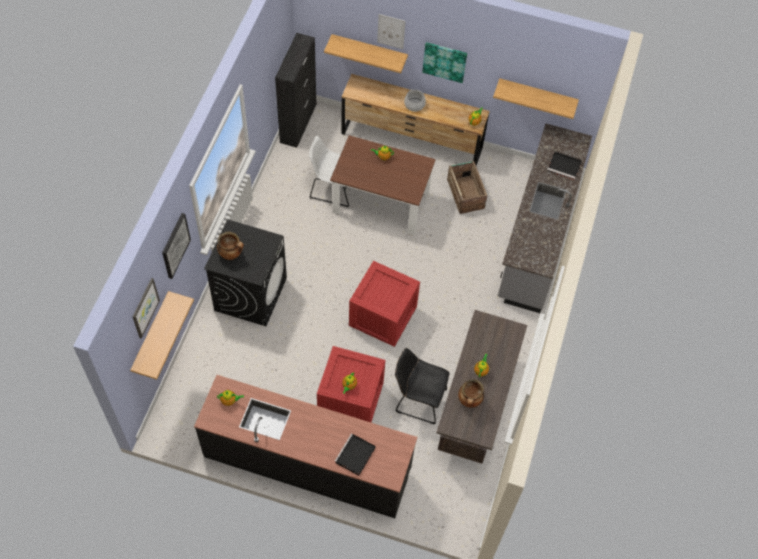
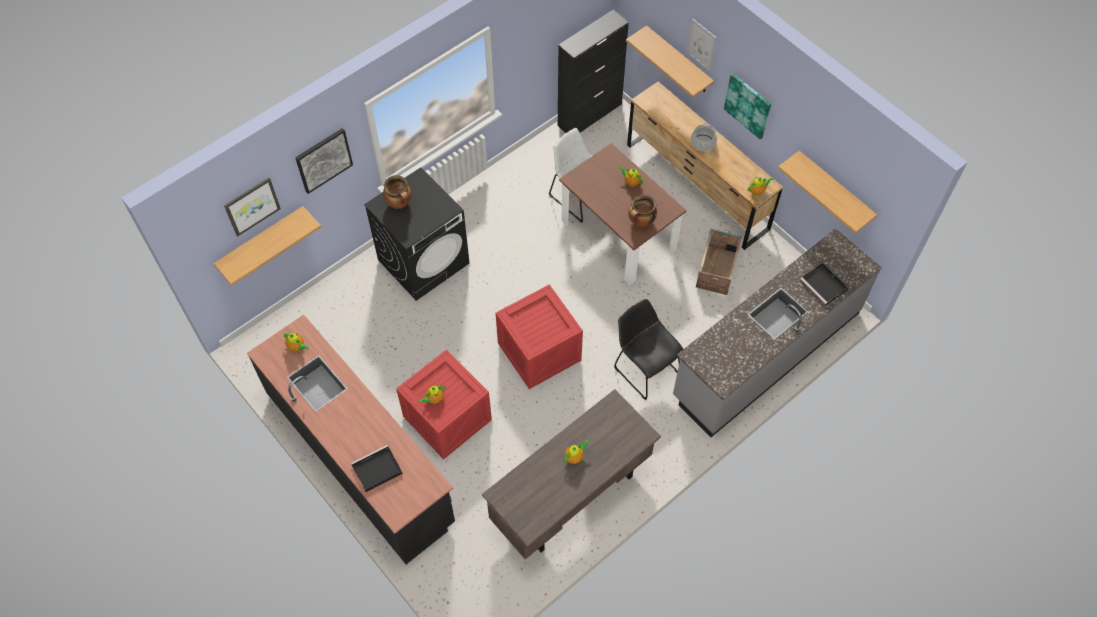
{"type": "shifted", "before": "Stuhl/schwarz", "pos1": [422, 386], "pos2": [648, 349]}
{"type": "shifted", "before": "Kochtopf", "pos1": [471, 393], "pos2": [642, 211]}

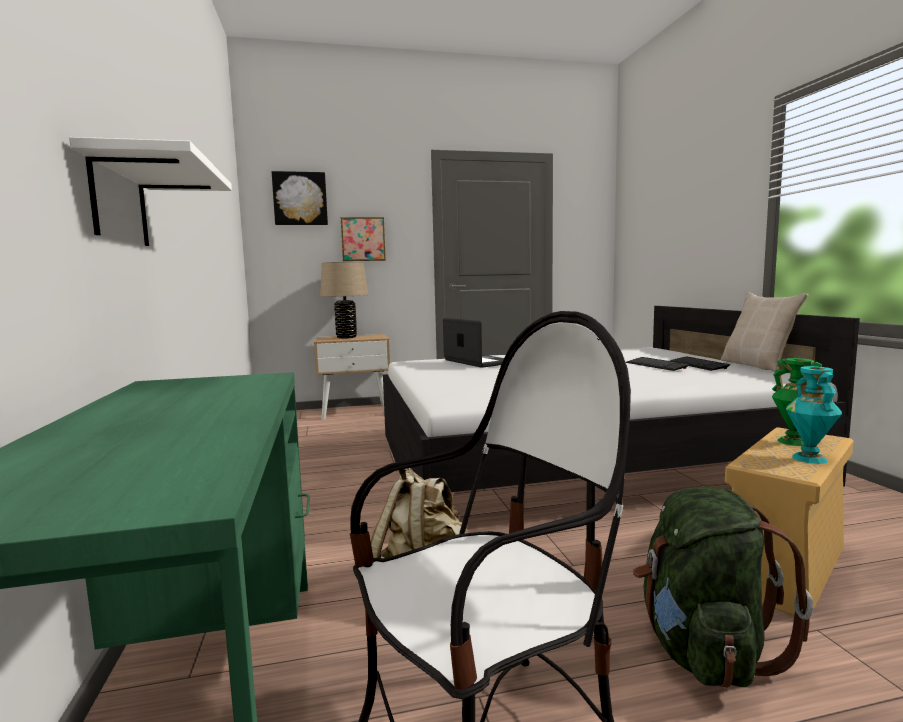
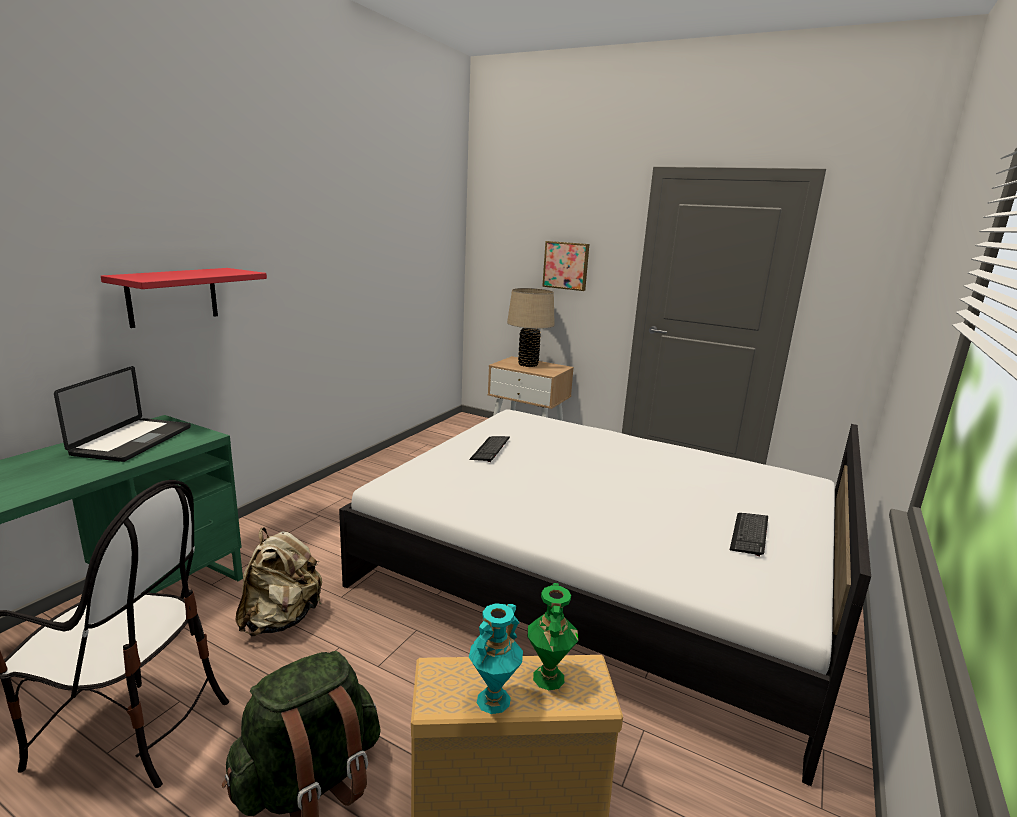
{"type": "gone", "before": "Bild", "pos1": [300, 198]}
{"type": "gone", "before": "Kissen/beige", "pos1": [764, 332]}
{"type": "shifted", "before": "Laptop", "pos1": [473, 343], "pos2": [122, 414]}
{"type": "shifted", "before": "Tastatur", "pos1": [658, 364], "pos2": [489, 449]}
{"type": "repainted", "before": "Wandregal/weiß", "after": "Wandregal/rot", "pos1": [150, 191], "pos2": [184, 298]}

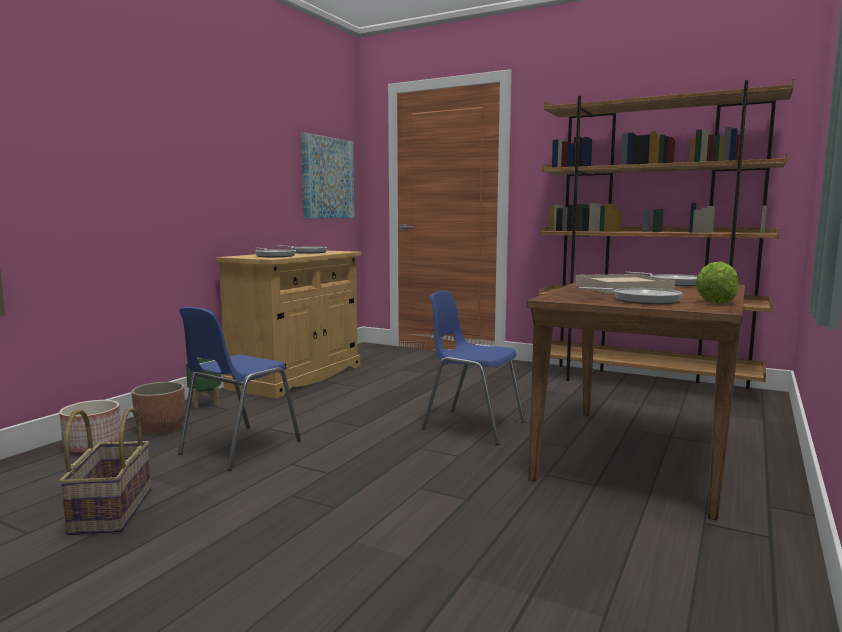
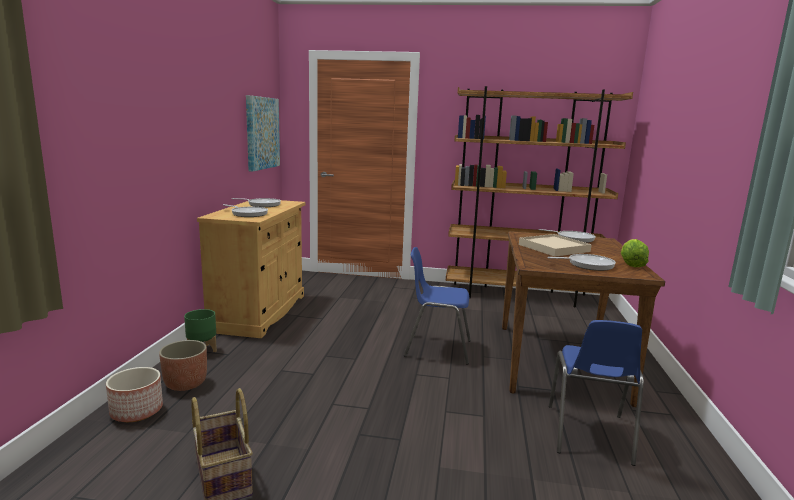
{"type": "shifted", "before": "Stuhl/blau", "pos1": [239, 389], "pos2": [596, 393]}

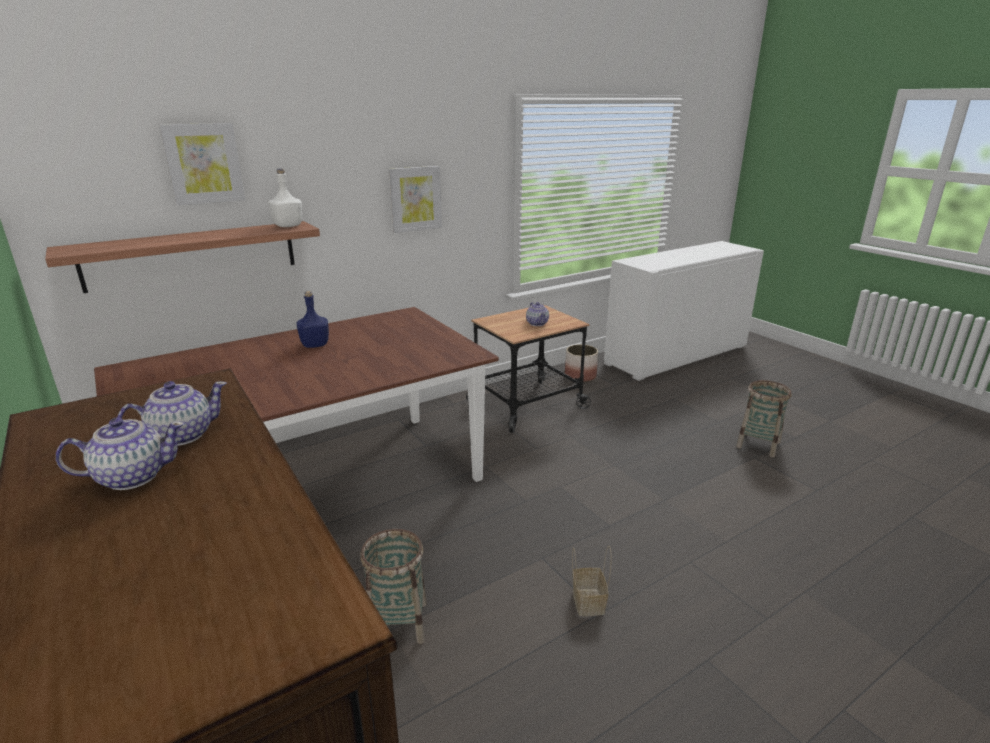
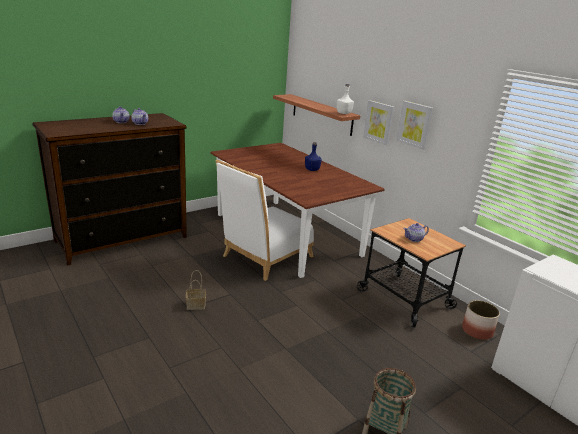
{"type": "gone", "before": "Korb", "pos1": [394, 586]}
{"type": "new", "after": "Stuhl/weiß", "pos2": [265, 220]}
{"type": "shifted", "before": "Bild", "pos1": [202, 164], "pos2": [379, 123]}

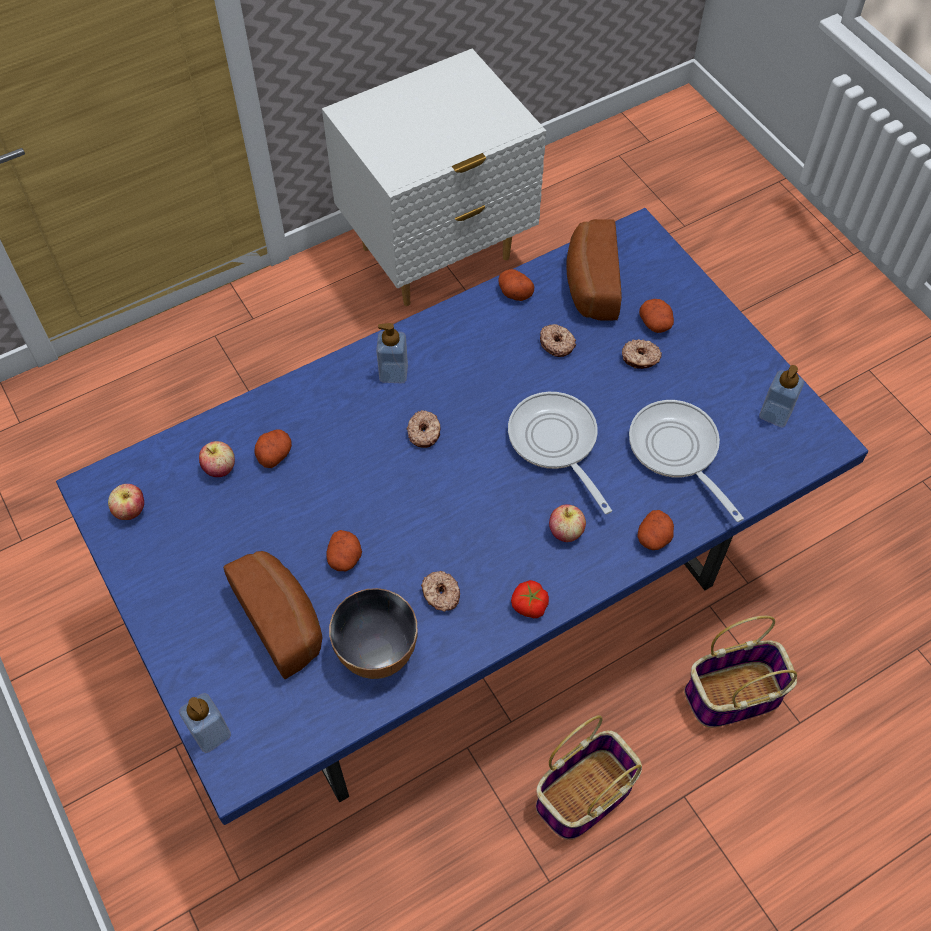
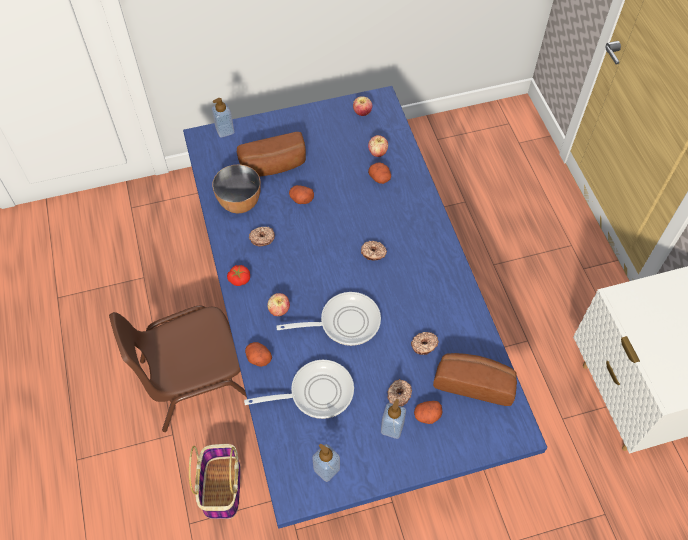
{"type": "gone", "before": "Kartoffel", "pos1": [516, 285]}
{"type": "shifted", "before": "Seifenspender", "pos1": [392, 353], "pos2": [393, 419]}
{"type": "swapped", "before": "Korb", "after": "Stuhl/braun", "pos1": [589, 777], "pos2": [178, 369]}

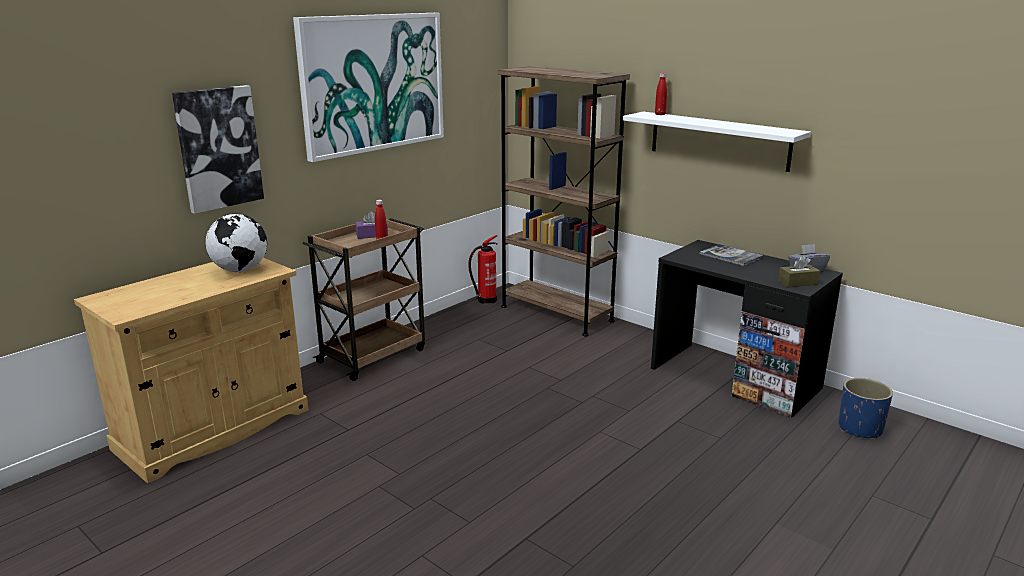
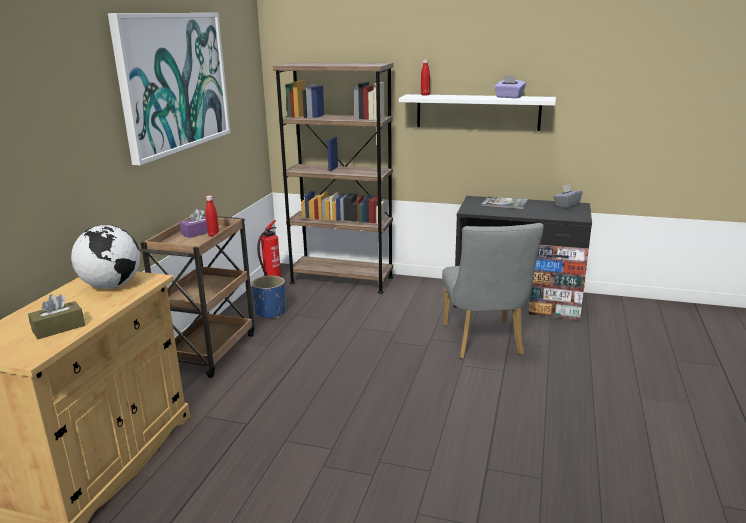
{"type": "gone", "before": "Bild", "pos1": [218, 149]}
{"type": "new", "after": "Stuhl/grau", "pos2": [493, 291]}
{"type": "new", "after": "Taschentuchbox/lila", "pos2": [510, 86]}
{"type": "shifted", "before": "Taschentuchbox/braun", "pos1": [799, 272], "pos2": [56, 316]}
{"type": "shifted", "before": "Pflanzkübel/blau", "pos1": [865, 409], "pos2": [268, 297]}

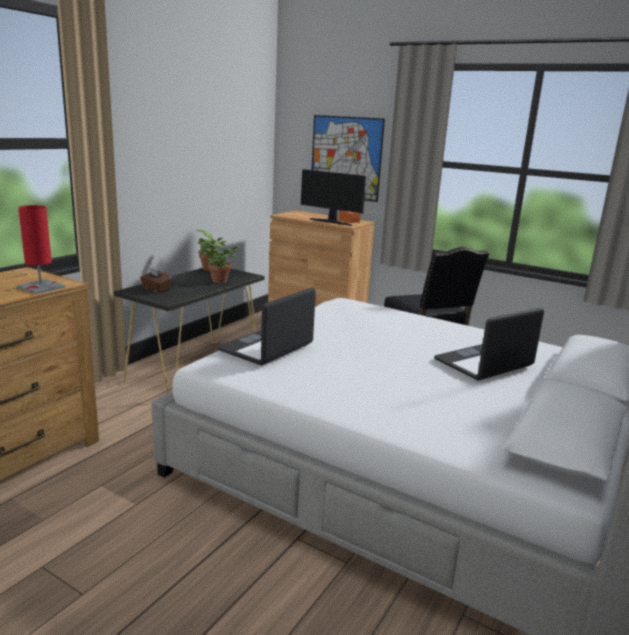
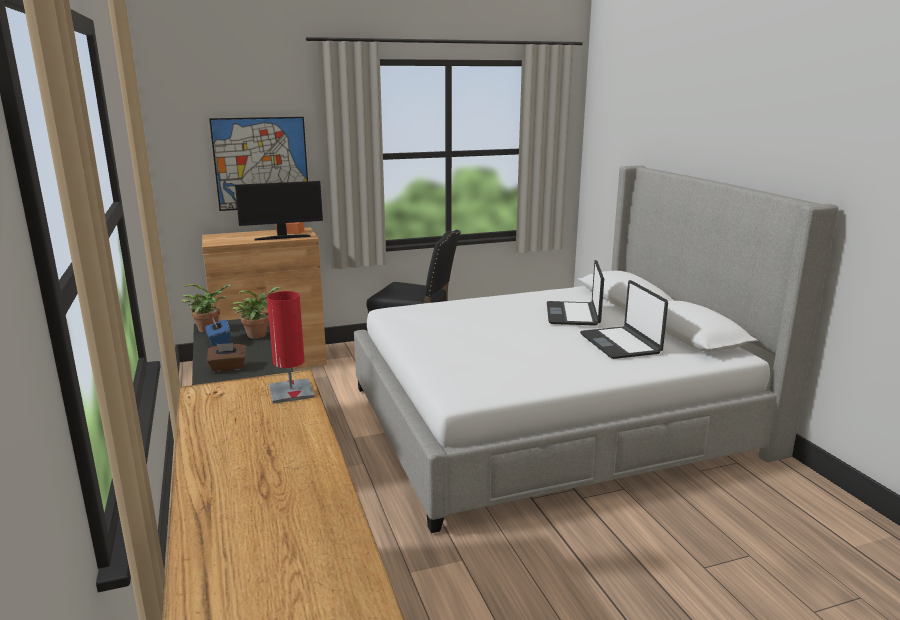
{"type": "new", "after": "Taschentuchbox/blau", "pos2": [218, 331]}
{"type": "shifted", "before": "Laptop", "pos1": [267, 326], "pos2": [624, 319]}

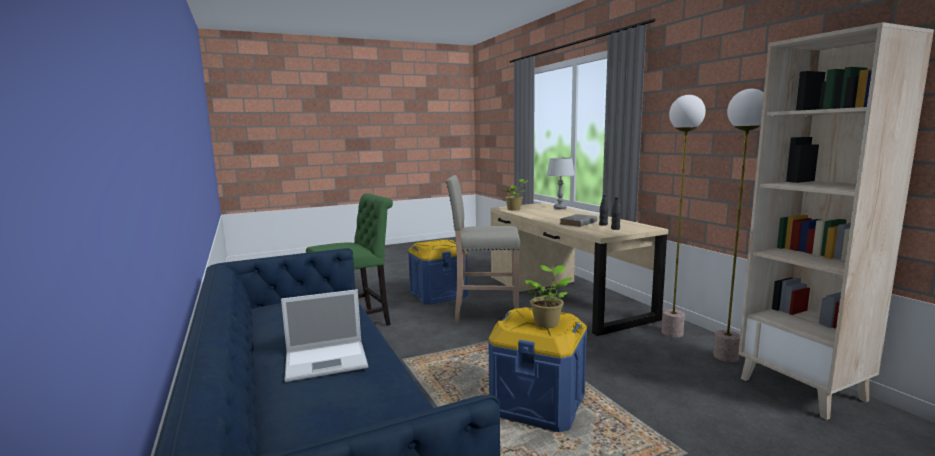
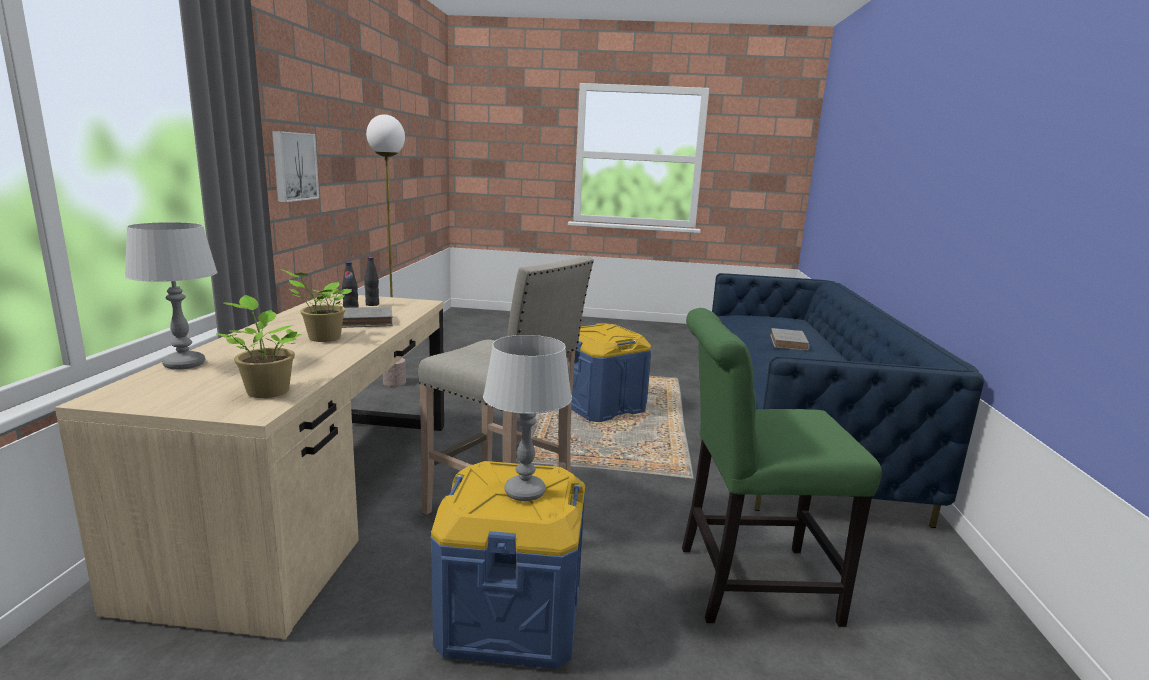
{"type": "gone", "before": "Stehlampe", "pos1": [684, 216]}
{"type": "gone", "before": "Bücherregal/beige", "pos1": [836, 221]}
{"type": "new", "after": "Bild", "pos2": [295, 166]}
{"type": "new", "after": "Tischlampe/grau", "pos2": [527, 418]}
{"type": "shifted", "before": "Topfpflanze", "pos1": [547, 296], "pos2": [316, 305]}
{"type": "swapped", "before": "Laptop", "after": "Buch/grau", "pos1": [324, 335], "pos2": [790, 339]}

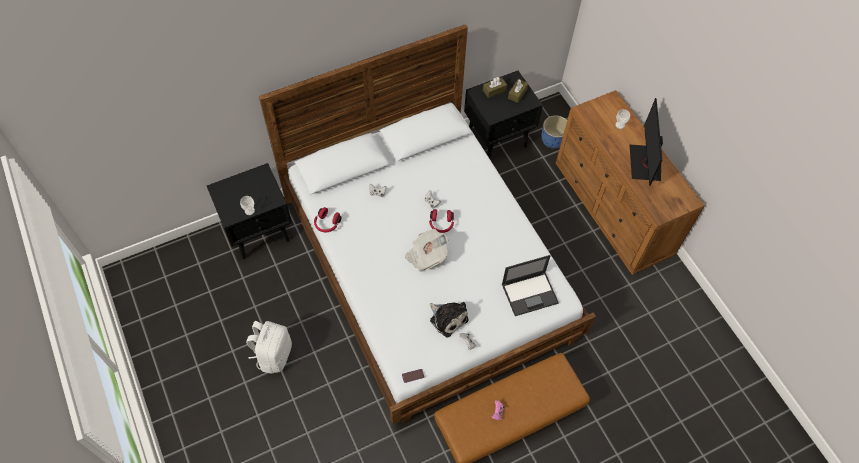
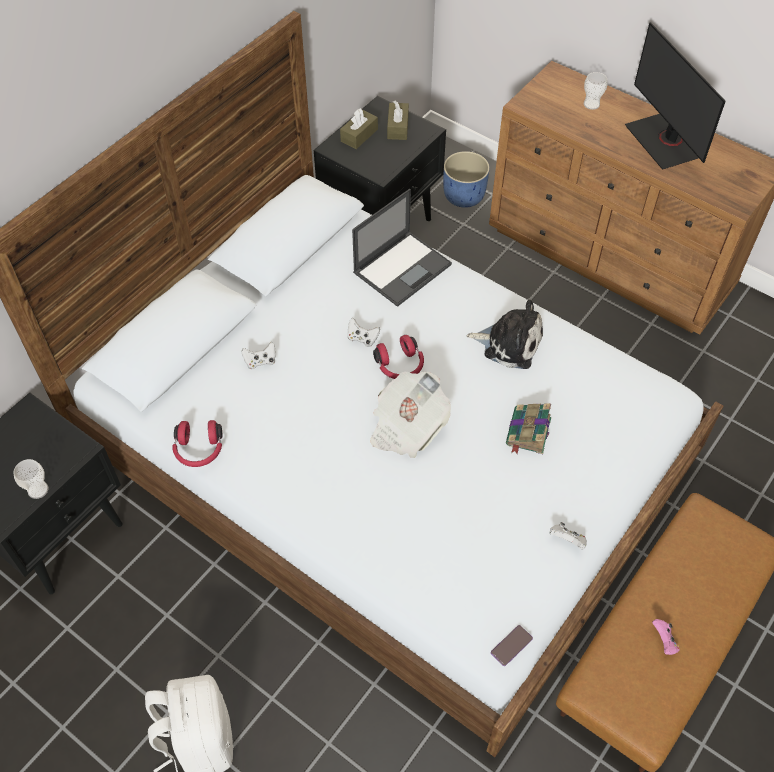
{"type": "new", "after": "Buch", "pos2": [529, 428]}
{"type": "shifted", "before": "Plüschtier", "pos1": [449, 320], "pos2": [505, 334]}
{"type": "shifted", "before": "Laptop", "pos1": [530, 285], "pos2": [402, 248]}

